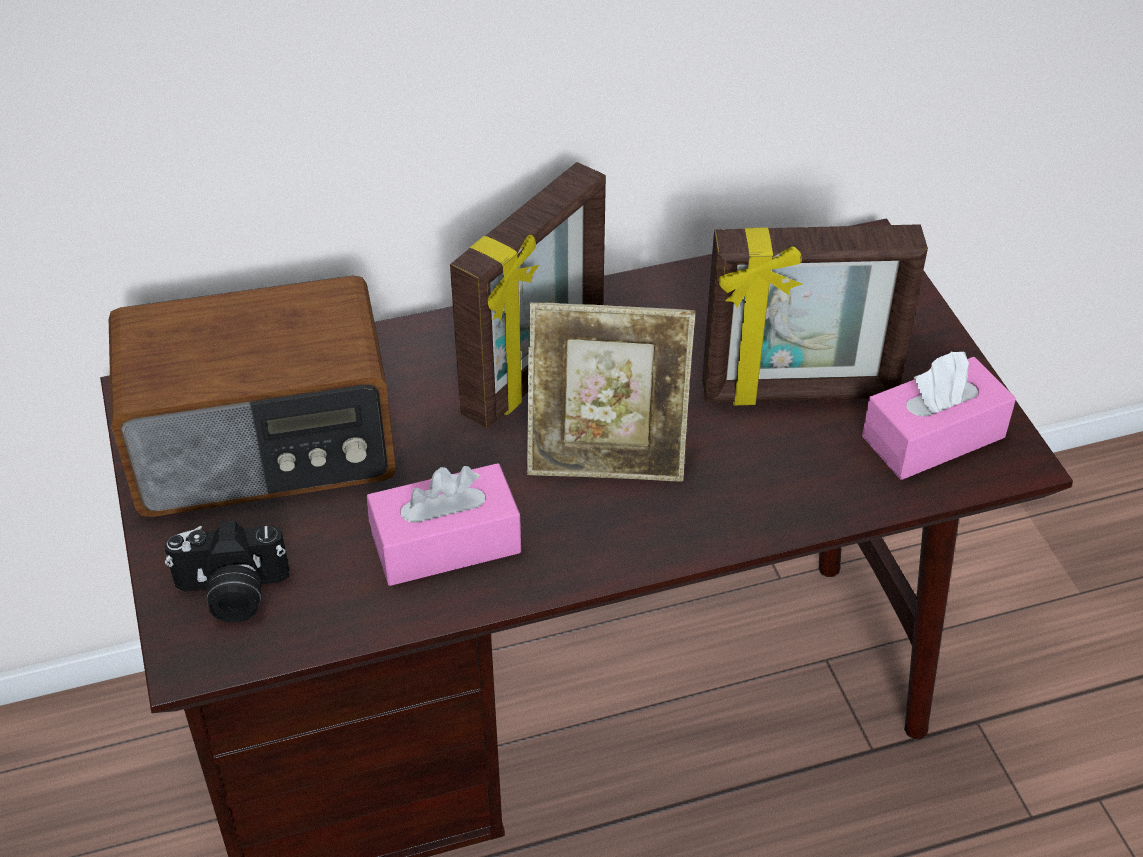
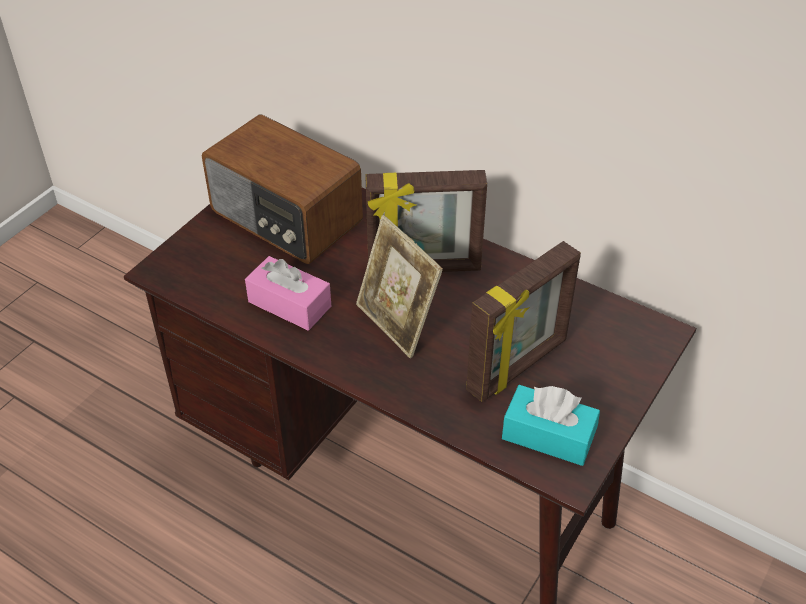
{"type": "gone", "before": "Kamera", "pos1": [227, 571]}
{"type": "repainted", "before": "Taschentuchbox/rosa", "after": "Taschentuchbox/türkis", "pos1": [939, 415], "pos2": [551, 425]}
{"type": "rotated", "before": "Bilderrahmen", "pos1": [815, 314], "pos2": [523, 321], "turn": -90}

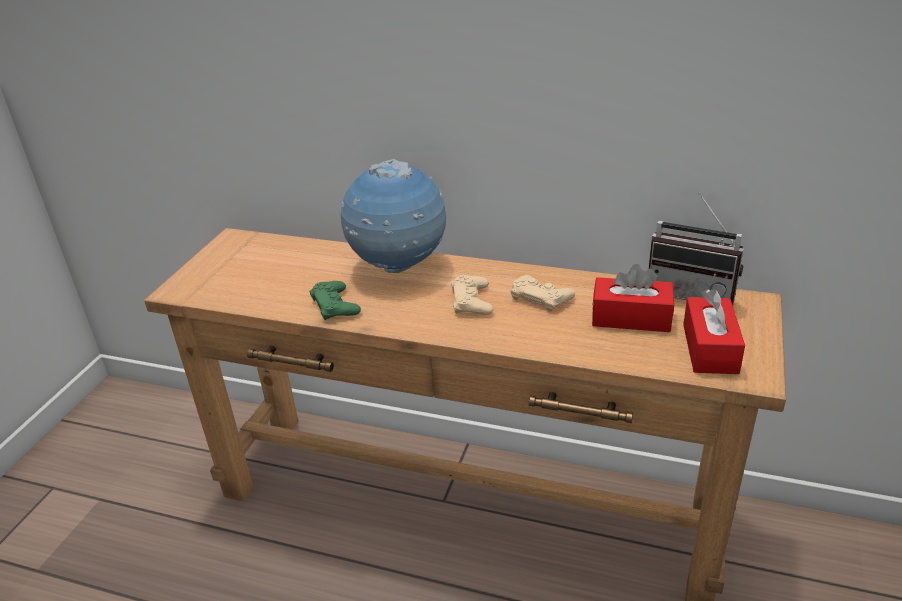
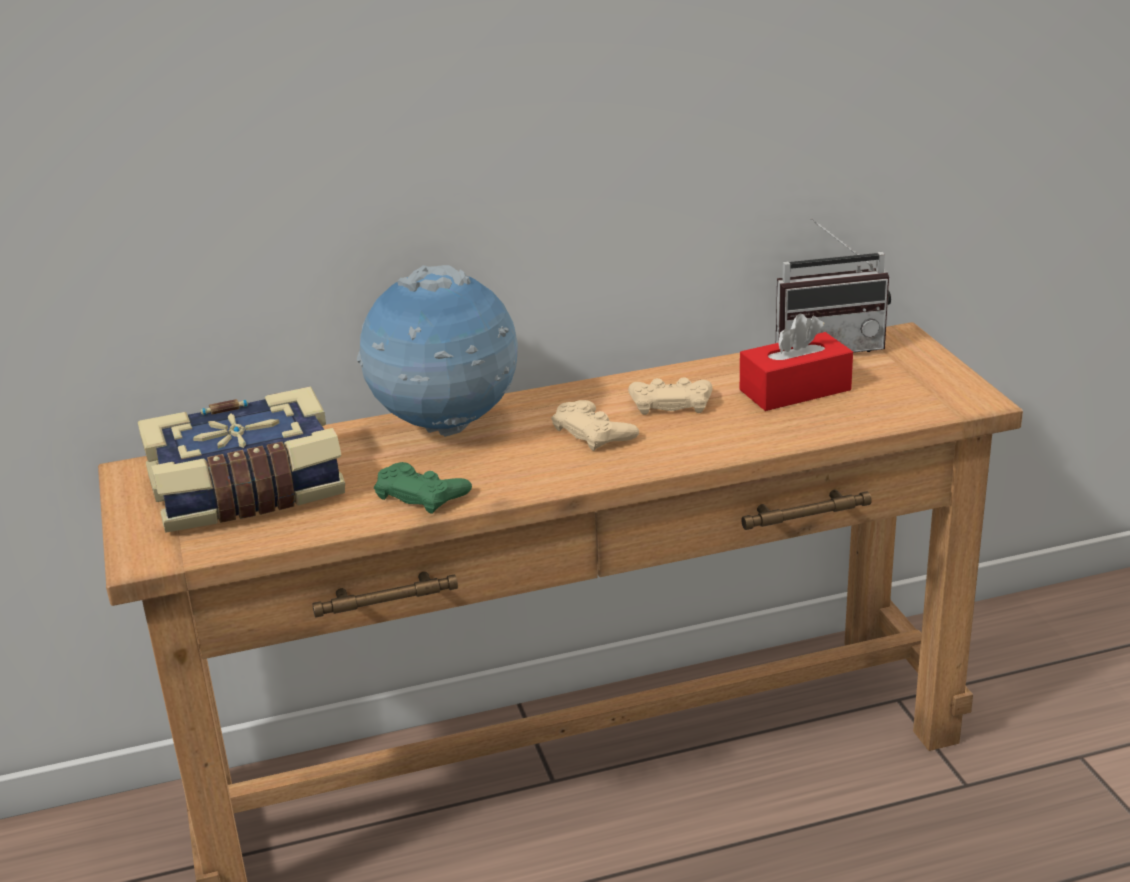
{"type": "gone", "before": "Taschentuchbox/rot", "pos1": [714, 331]}
{"type": "new", "after": "Buch", "pos2": [241, 460]}

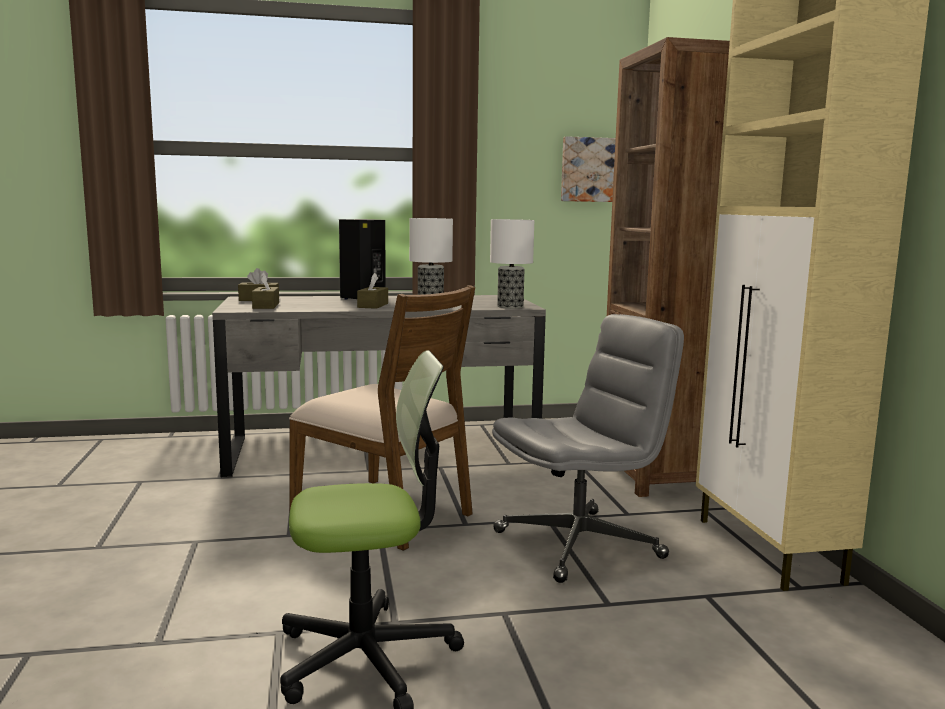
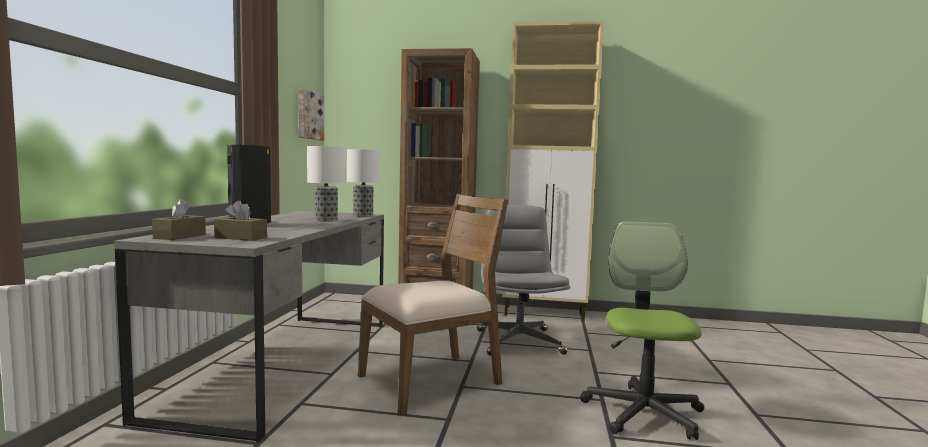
{"type": "gone", "before": "Taschentuchbox/braun", "pos1": [372, 291]}

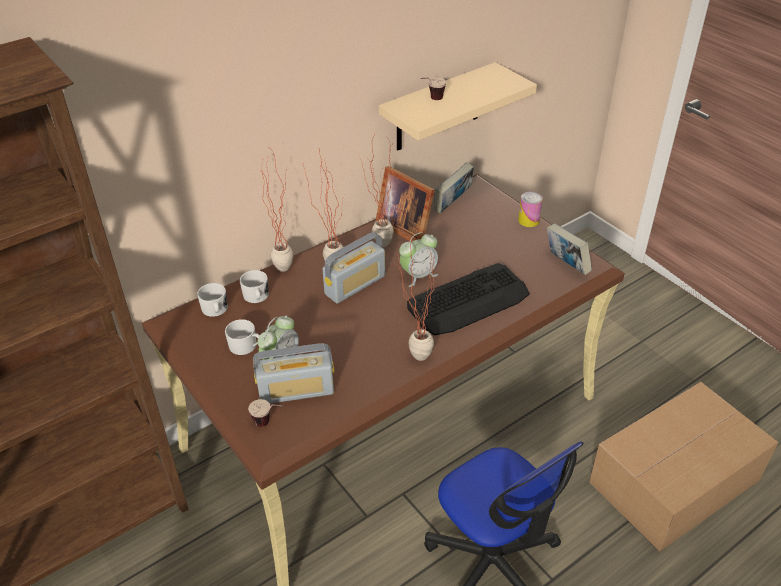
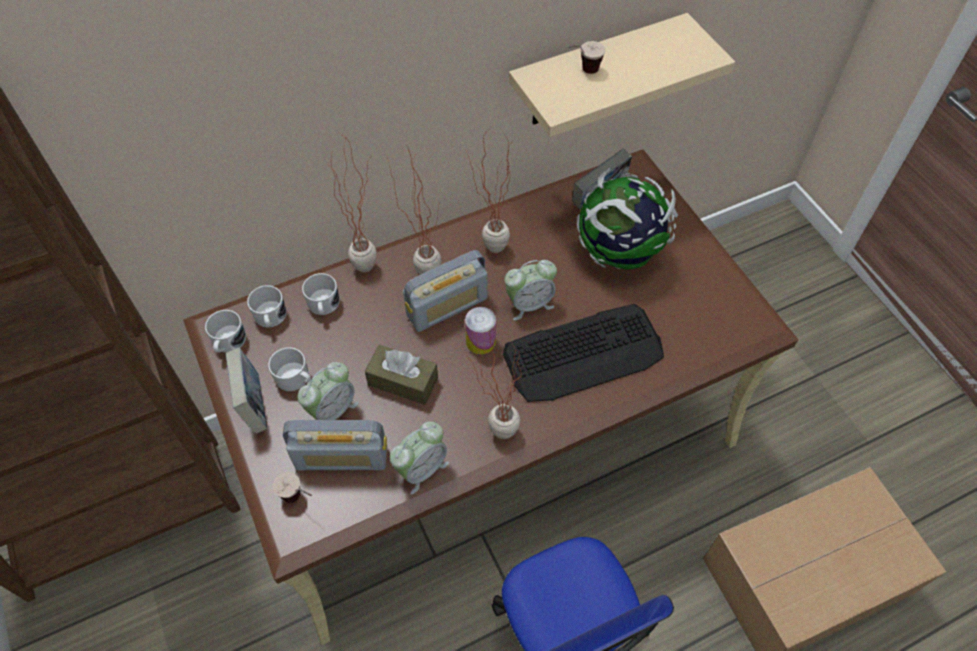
{"type": "gone", "before": "Bilderrahmen", "pos1": [405, 204]}
{"type": "new", "after": "Henkelbecher/weiß", "pos2": [225, 331]}
{"type": "new", "after": "Taschentuchbox/braun", "pos2": [401, 375]}
{"type": "new", "after": "Wecker", "pos2": [419, 458]}
{"type": "new", "after": "Globus", "pos2": [627, 219]}
{"type": "shifted", "before": "Dose", "pos1": [530, 209], "pos2": [480, 330]}
{"type": "shifted", "before": "Buch", "pos1": [569, 249], "pos2": [246, 391]}

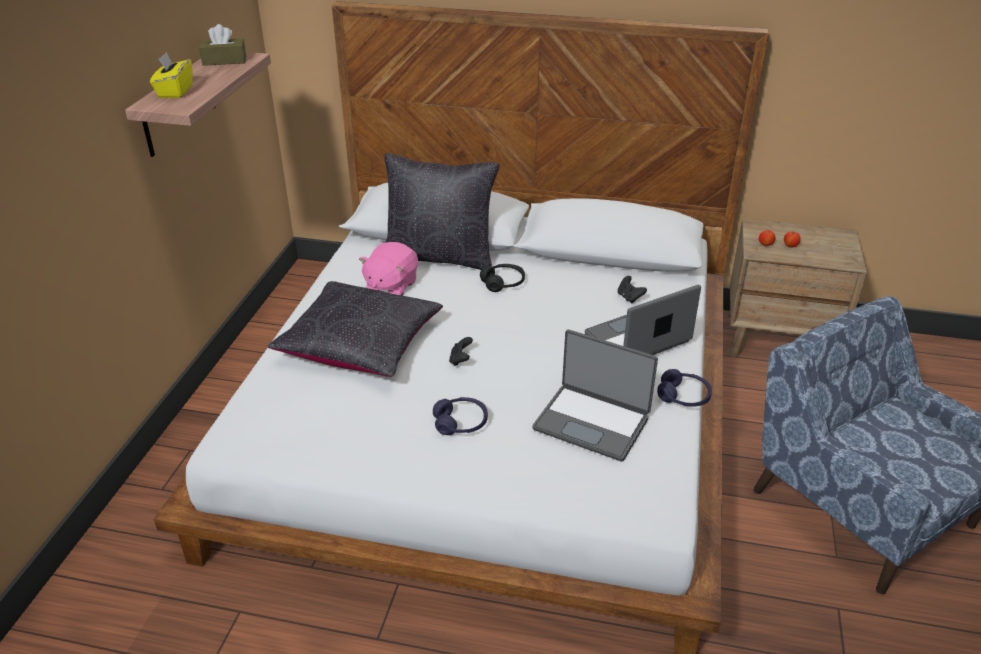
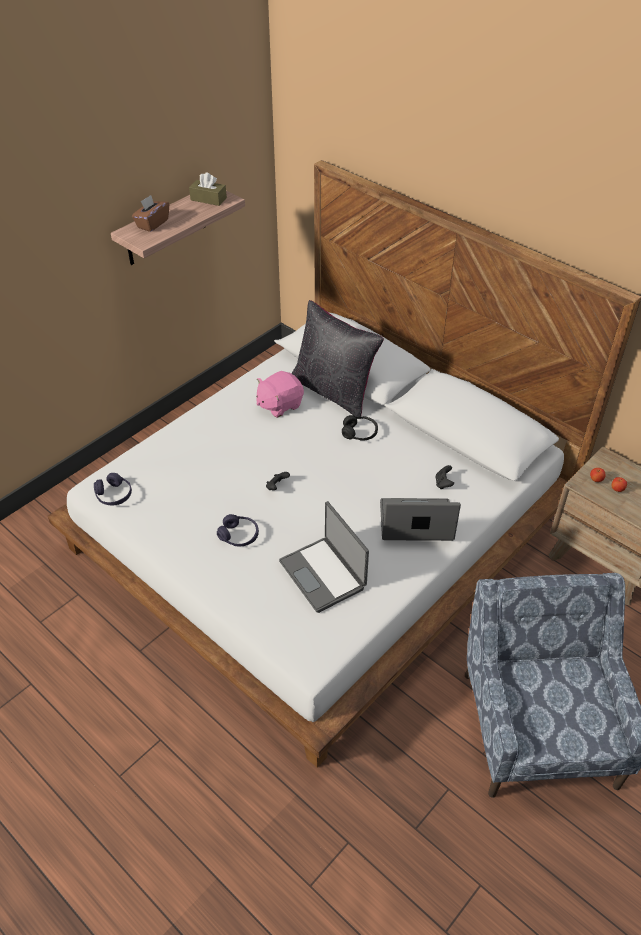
{"type": "gone", "before": "Kissen/schwarz", "pos1": [355, 329]}
{"type": "shifted", "before": "Kopfhörer/lila", "pos1": [684, 388], "pos2": [113, 489]}
{"type": "repainted", "before": "Taschentuchbox/gelb", "after": "Taschentuchbox/braun", "pos1": [171, 75], "pos2": [150, 213]}

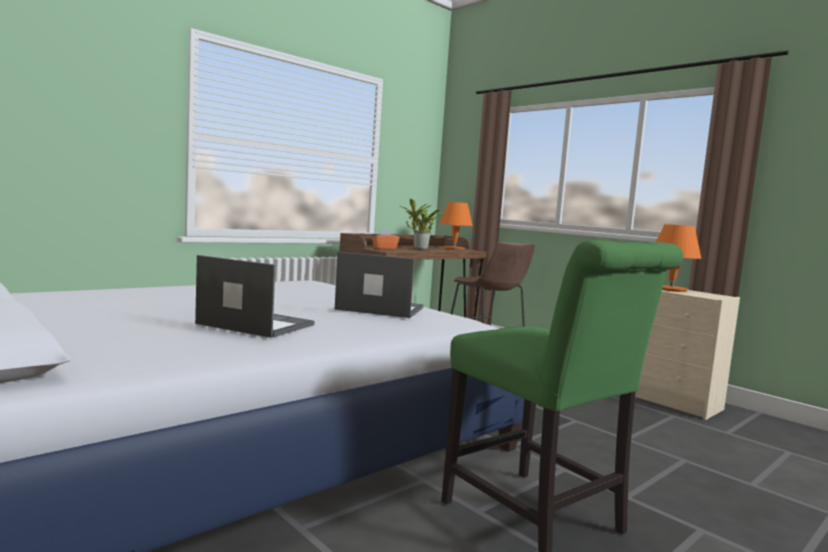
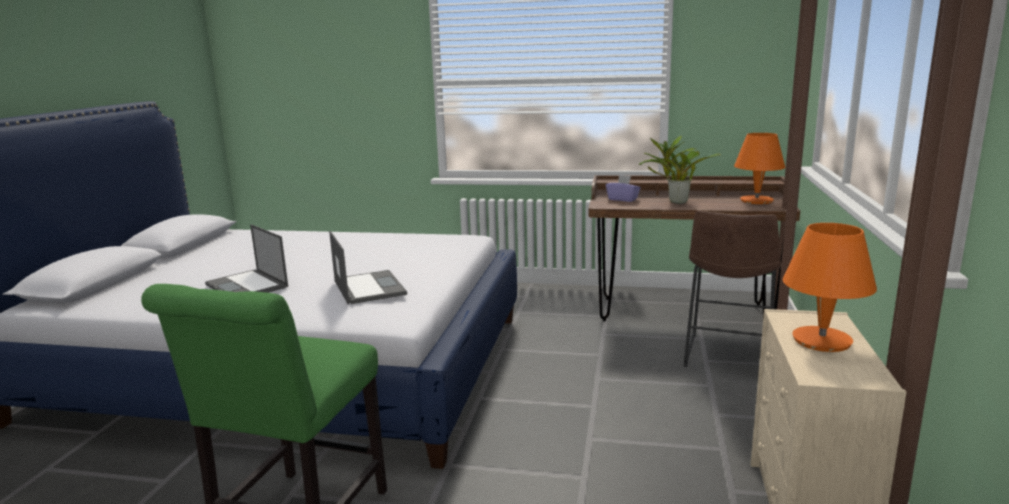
{"type": "repainted", "before": "Taschentuchbox/orange", "after": "Taschentuchbox/lila", "pos1": [386, 239], "pos2": [623, 188]}
{"type": "rotated", "before": "Laptop", "pos1": [255, 296], "pos2": [246, 258], "turn": 150}

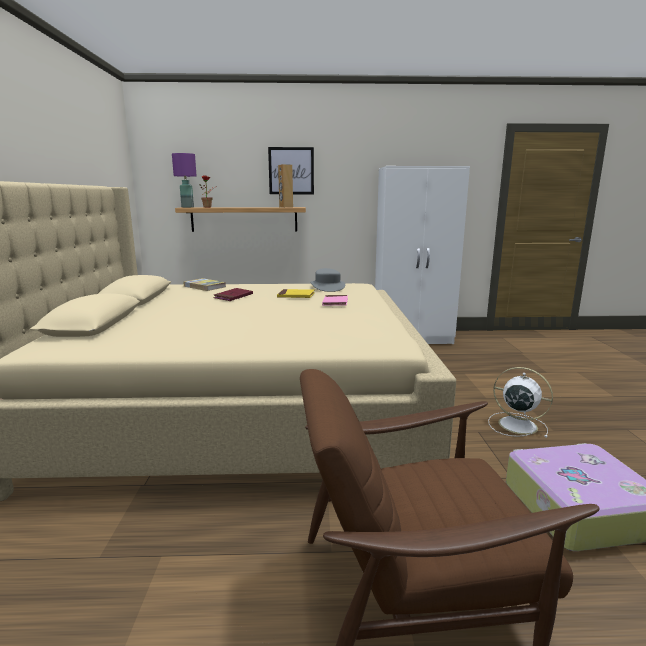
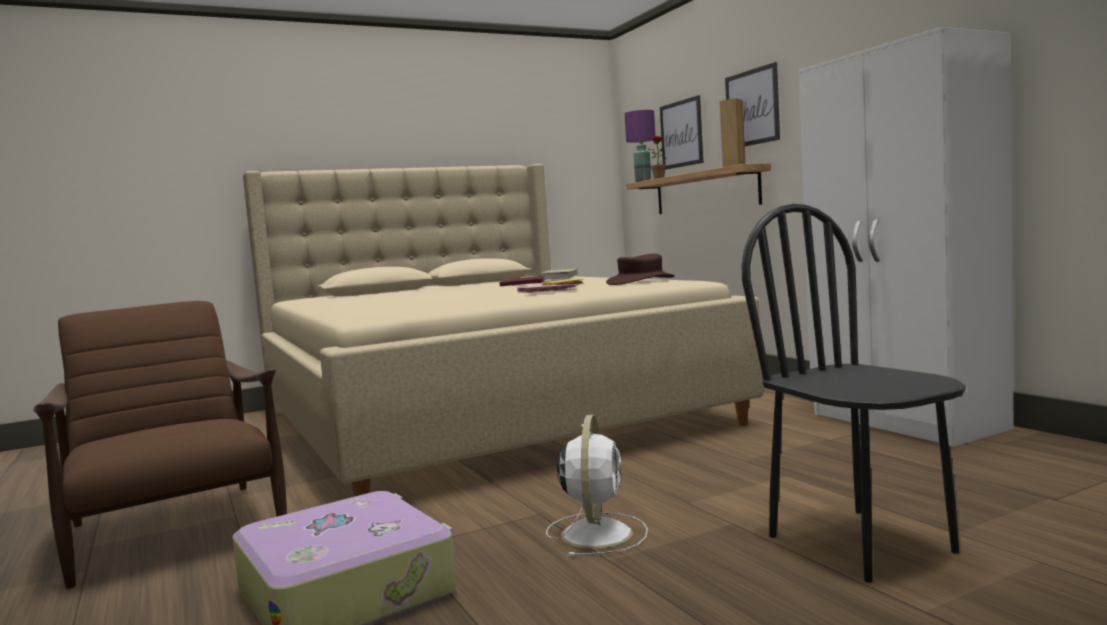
{"type": "new", "after": "Bild", "pos2": [681, 132]}
{"type": "new", "after": "Stuhl/schwarz", "pos2": [854, 393]}
{"type": "repainted", "before": "Hut/grau", "after": "Hut/braun", "pos1": [327, 280], "pos2": [640, 269]}

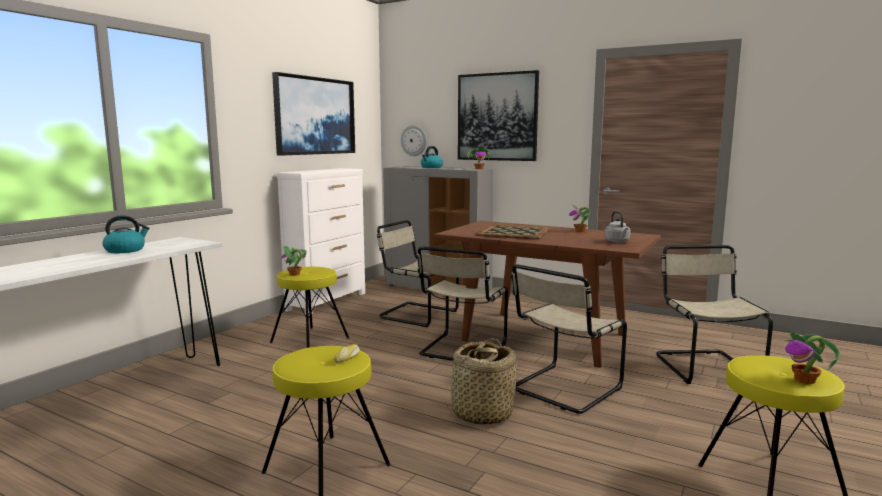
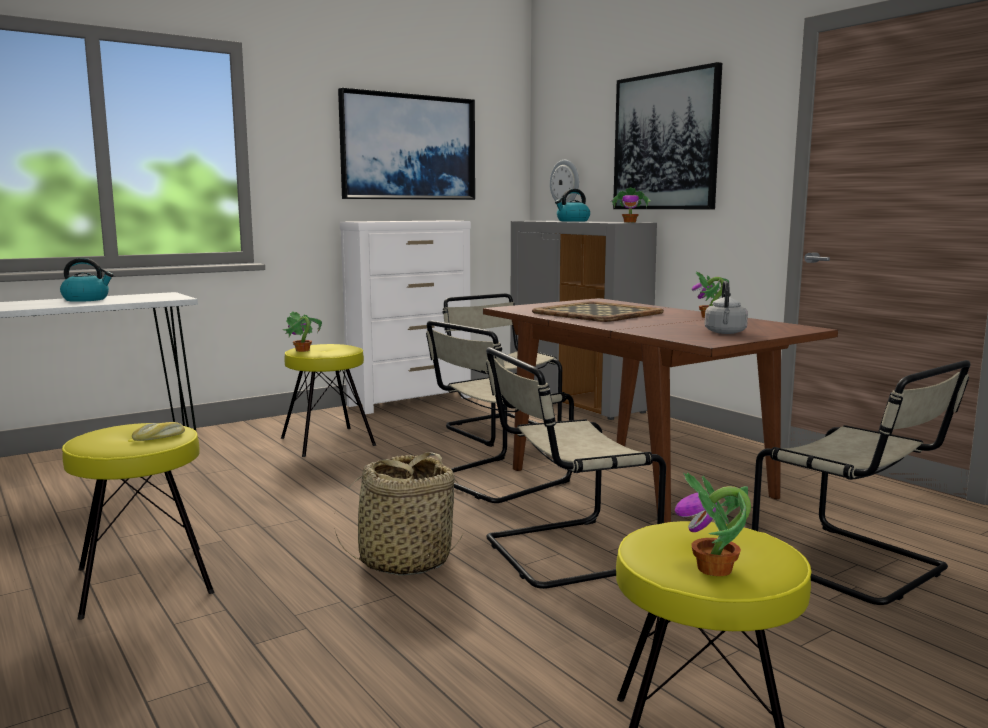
{"type": "rotated", "before": "Stuhl/beige", "pos1": [714, 314], "pos2": [861, 482], "turn": 120}

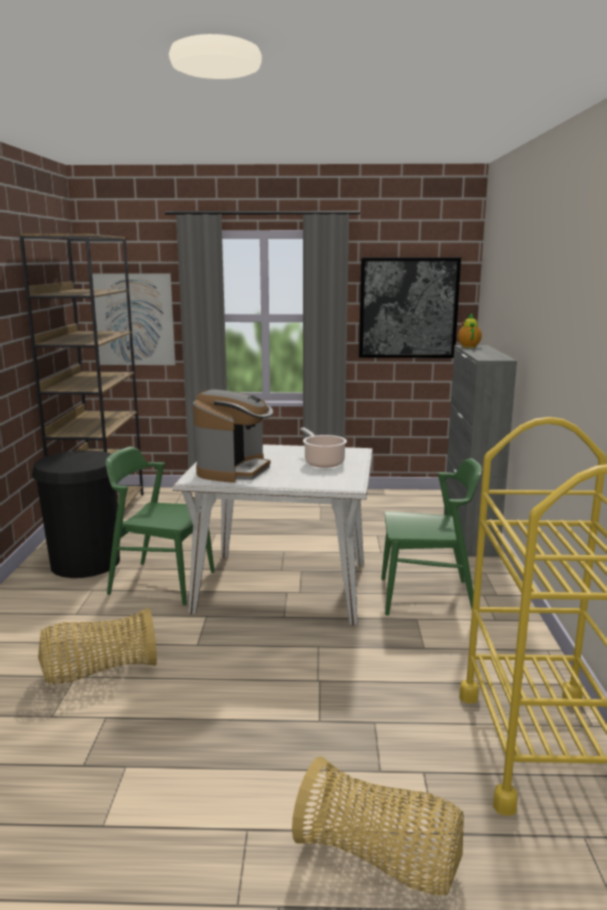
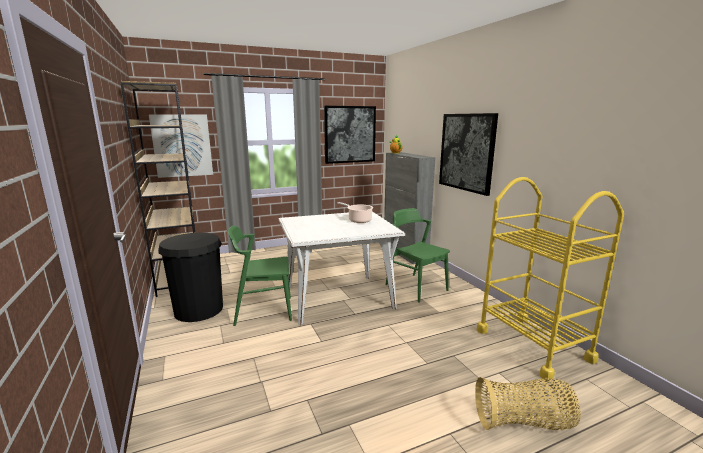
{"type": "gone", "before": "Korb", "pos1": [97, 645]}
{"type": "gone", "before": "Kaffeemaschine", "pos1": [233, 436]}
{"type": "new", "after": "Bild", "pos2": [468, 154]}
{"type": "rotated", "before": "Stuhl/grün", "pos1": [431, 537], "pos2": [417, 255], "turn": -105}

